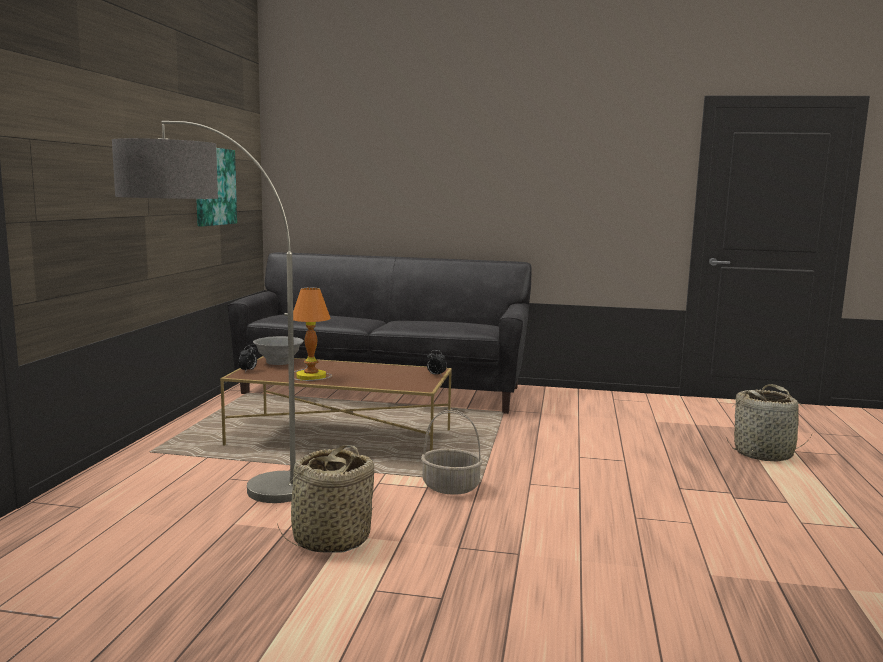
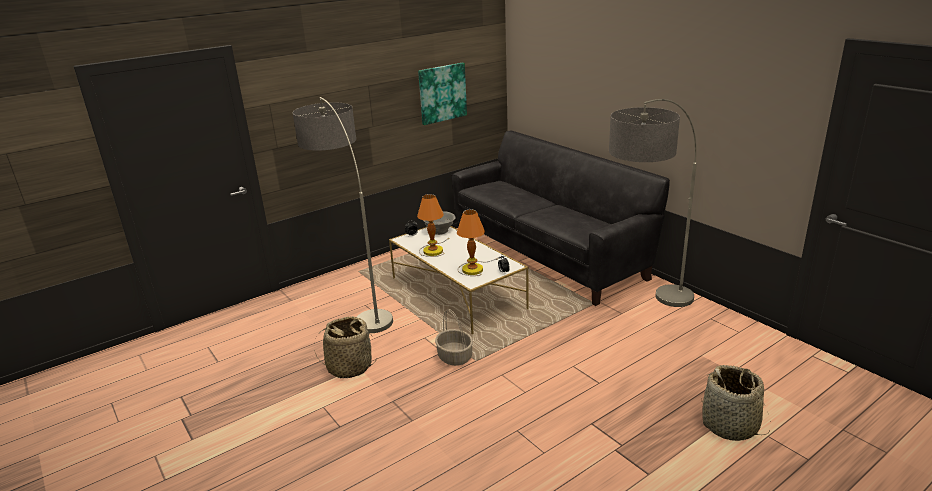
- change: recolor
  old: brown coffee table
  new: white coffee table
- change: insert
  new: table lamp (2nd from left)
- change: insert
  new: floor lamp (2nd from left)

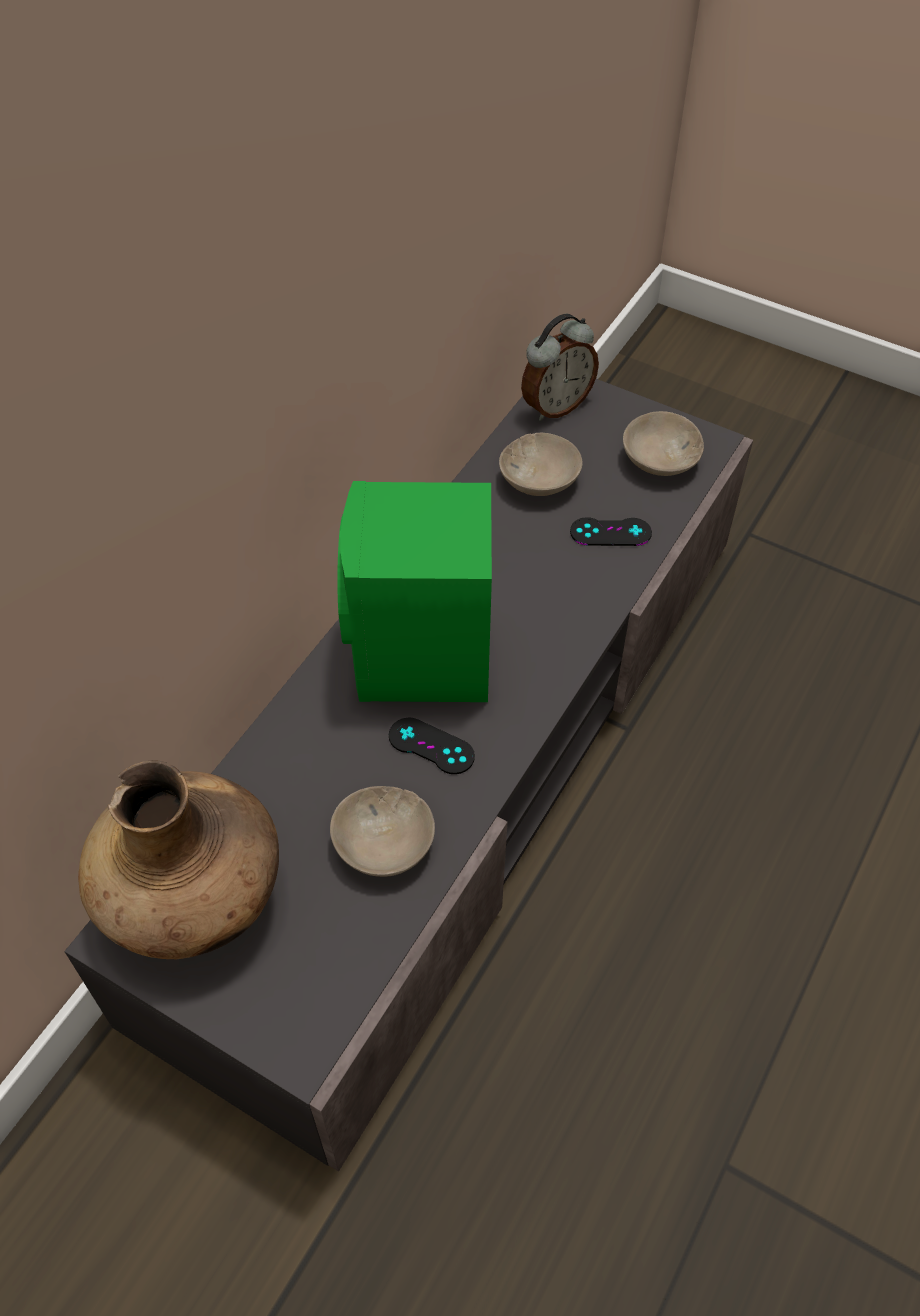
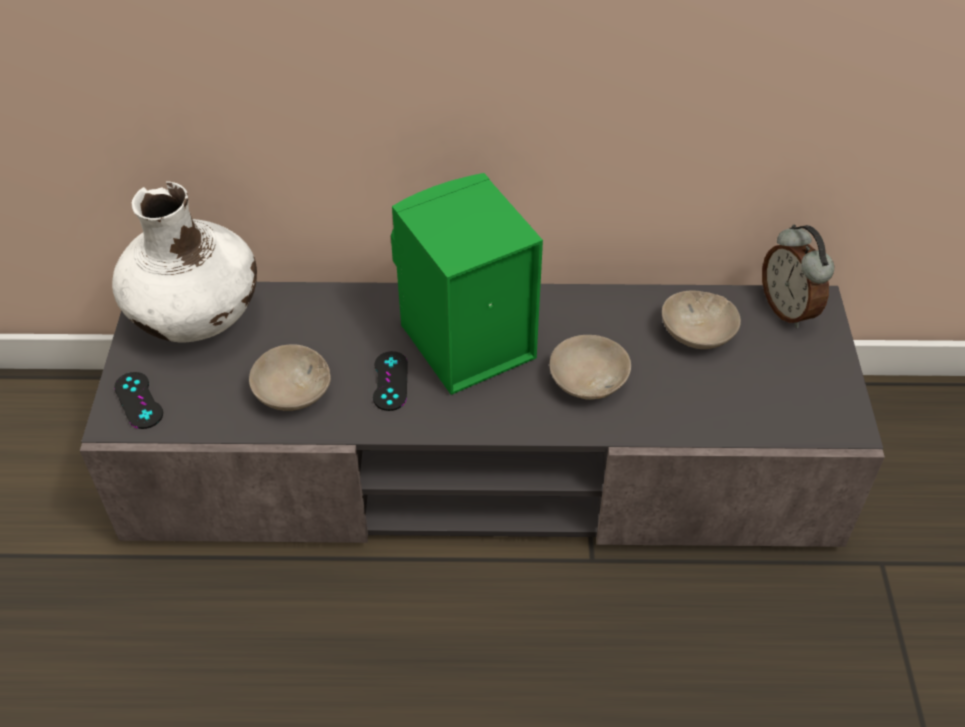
- change: recolor
  old: brown vase
  new: white vase
- change: move
  old: black game controller (2nd from left in the first image)
  new: black game controller (1st from left)
- change: move
  old: beige bowl (3rd from left in the first image)
  new: beige bowl (2nd from left)
- change: rotate
  old: alarm clock
  degrees: 45

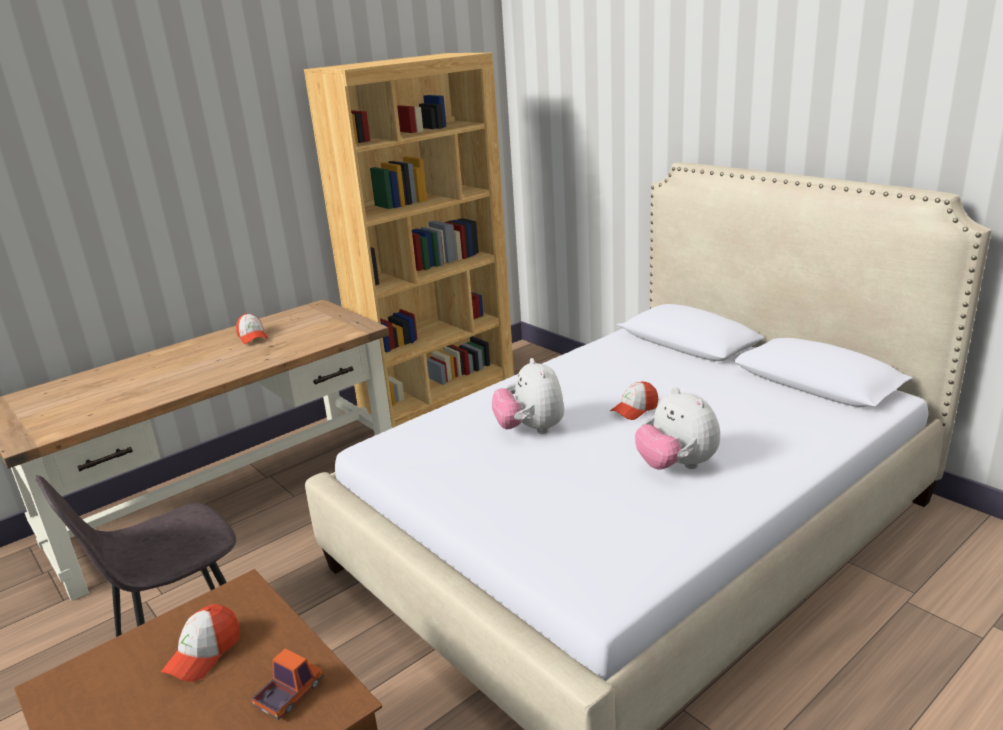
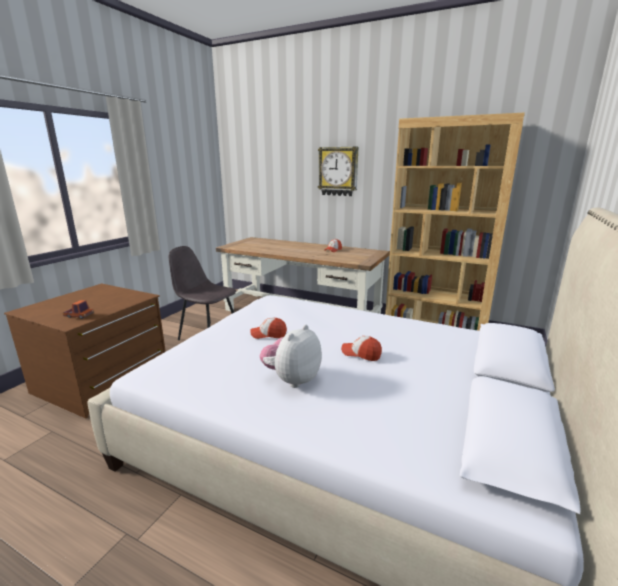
- change: move
  old: cap (1st from left)
- change: insert
  new: wall clock
- change: delete
  old: plush toy (1st from left)

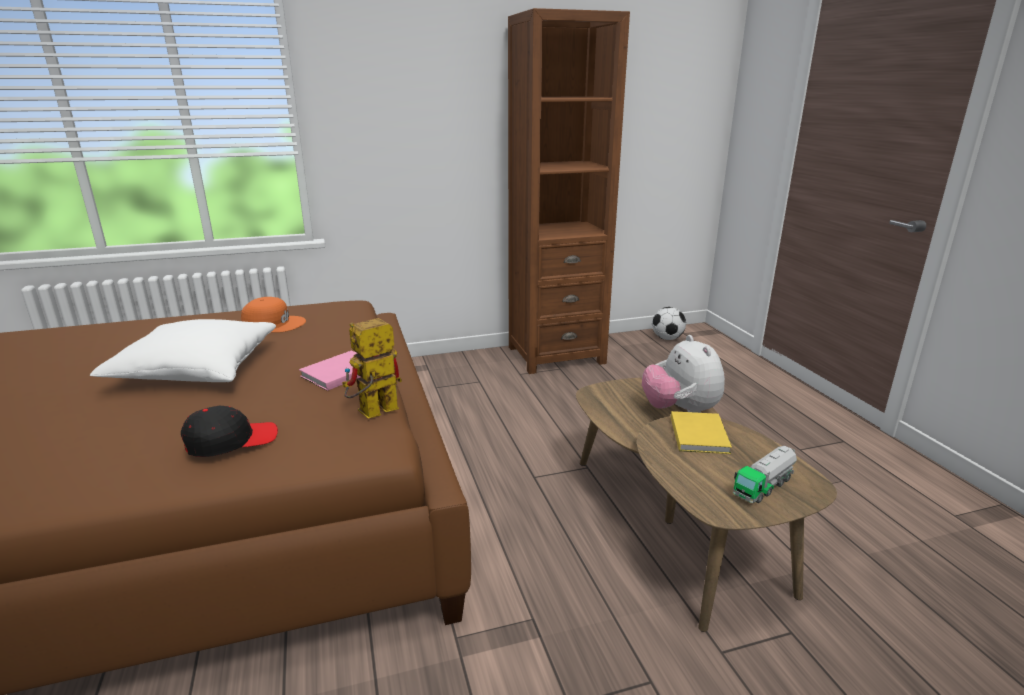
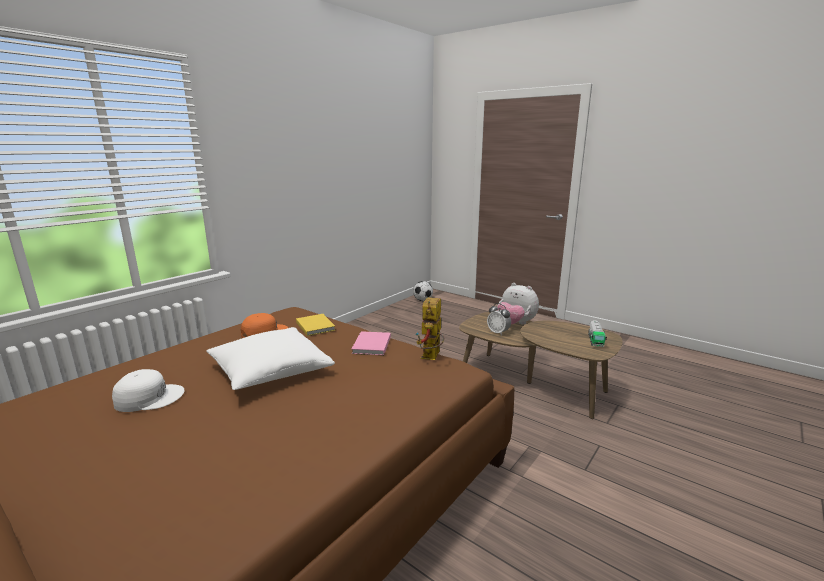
- change: insert
  new: white cap
- change: move
  old: yellow book
- change: insert
  new: alarm clock
- change: delete
  old: black cap
- change: delete
  old: brown bookcase

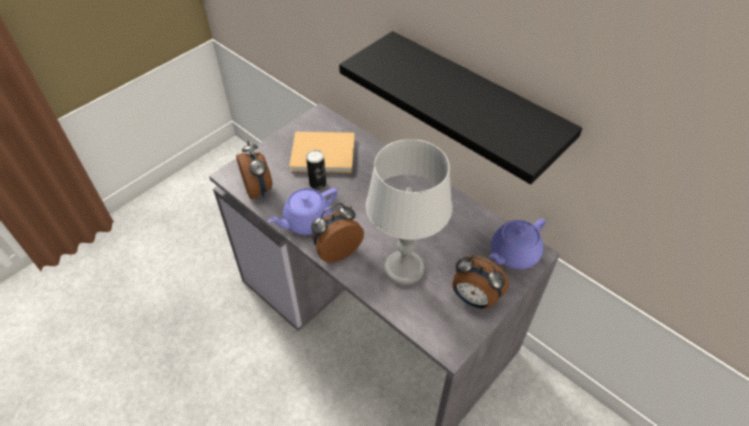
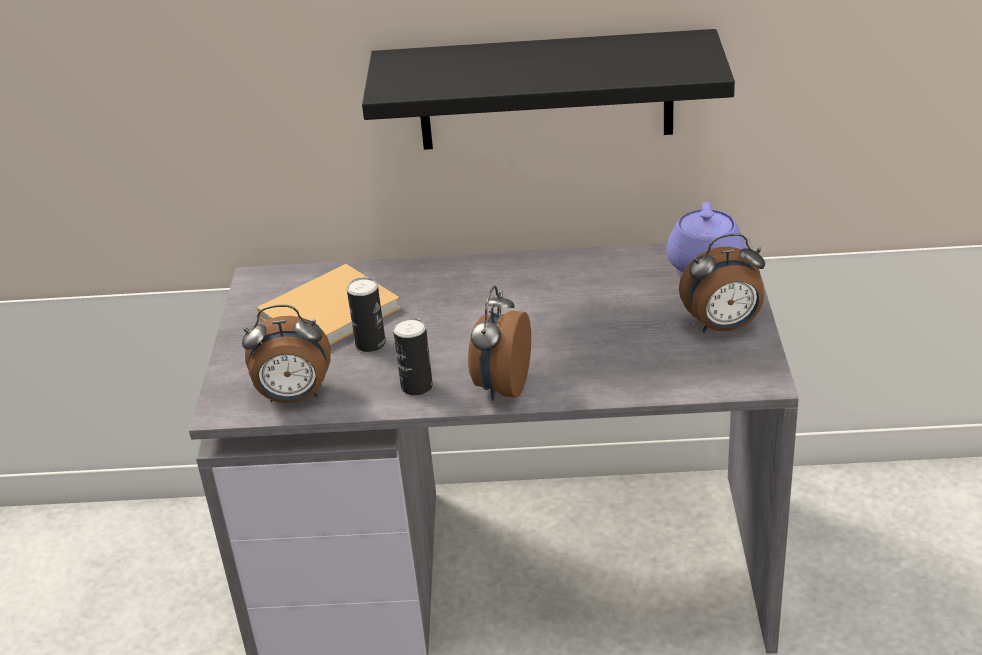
- change: rotate
  old: alarm clock (1st from left)
  degrees: 150
- change: replace
  old: purple teapot (1st from left)
  new: can (2nd from left)
- change: delete
  old: grey table lamp

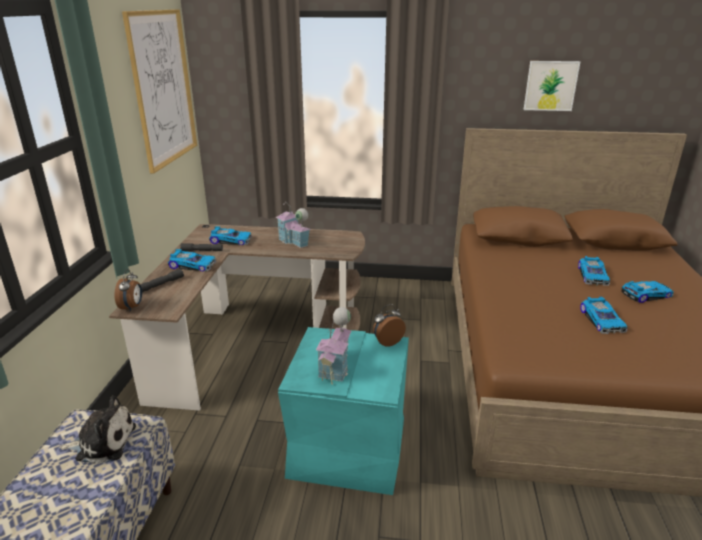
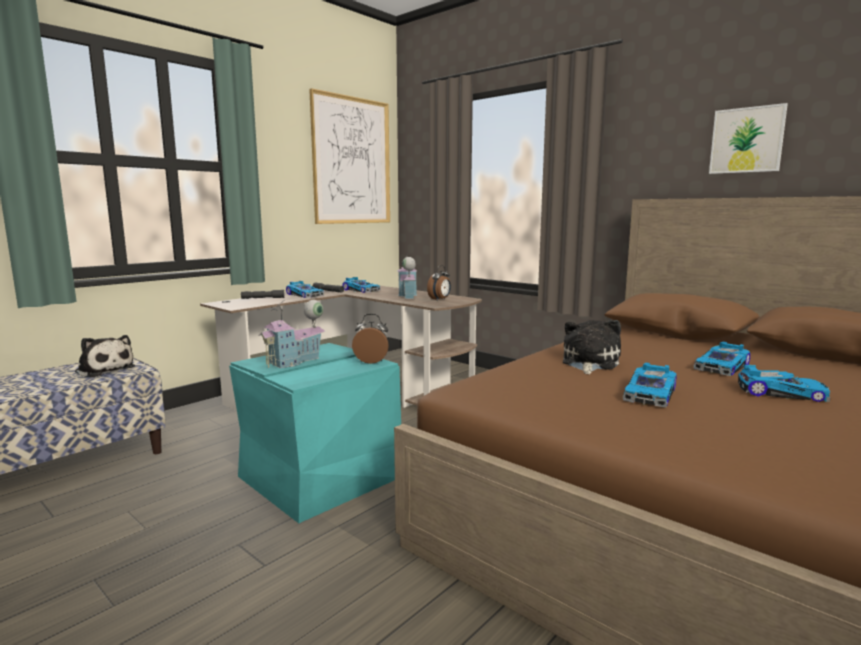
- change: move
  old: alarm clock (1st from left in the first image)
  new: alarm clock (2nd from left)
- change: insert
  new: plush toy (2nd from left)

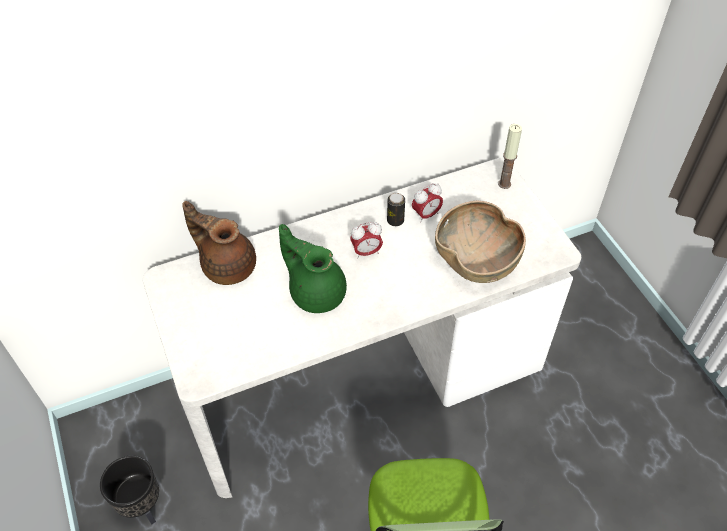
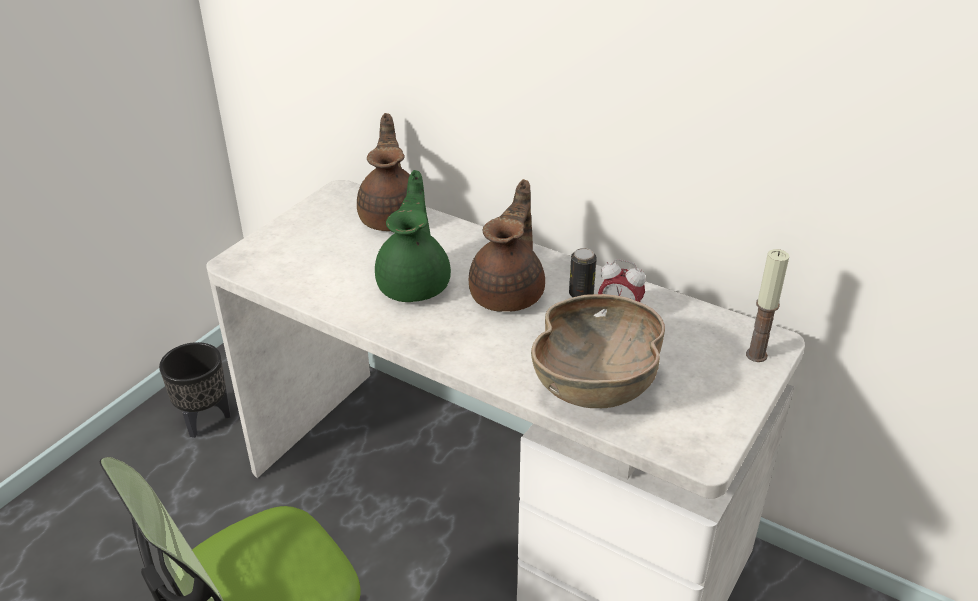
- change: replace
  old: alarm clock (1st from left)
  new: brown teapot (2nd from left)

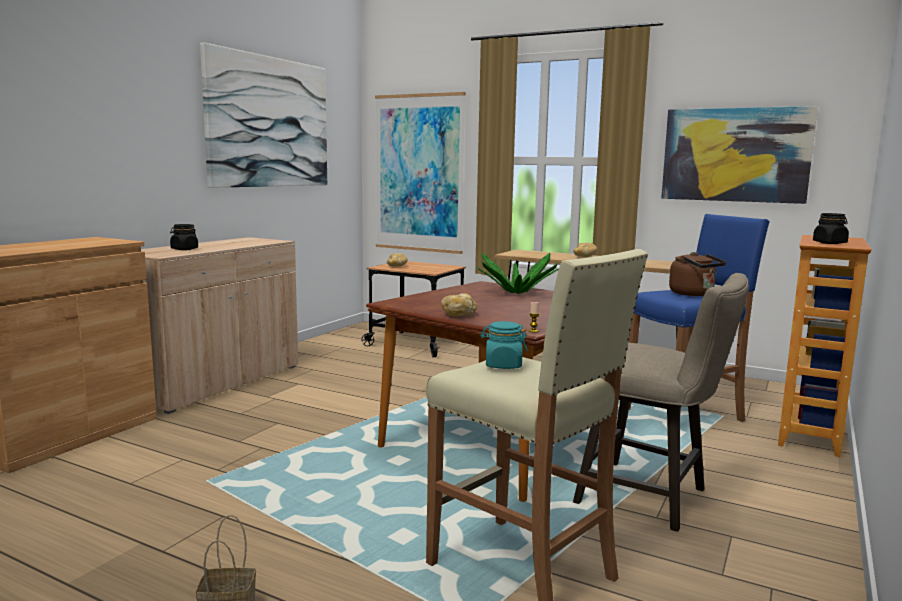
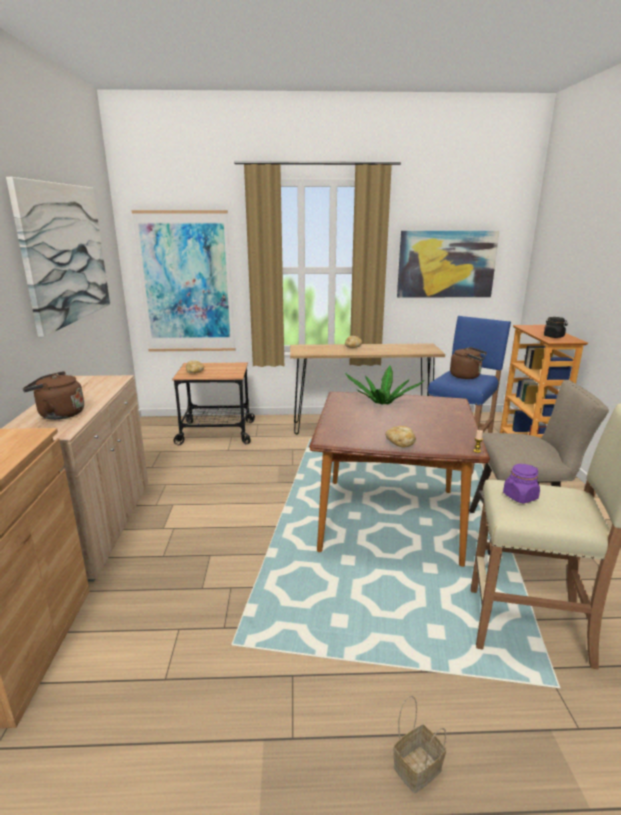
- change: replace
  old: black jar (1st from left)
  new: brown kettle (1st from left)
- change: recolor
  old: turquoise jar
  new: purple jar

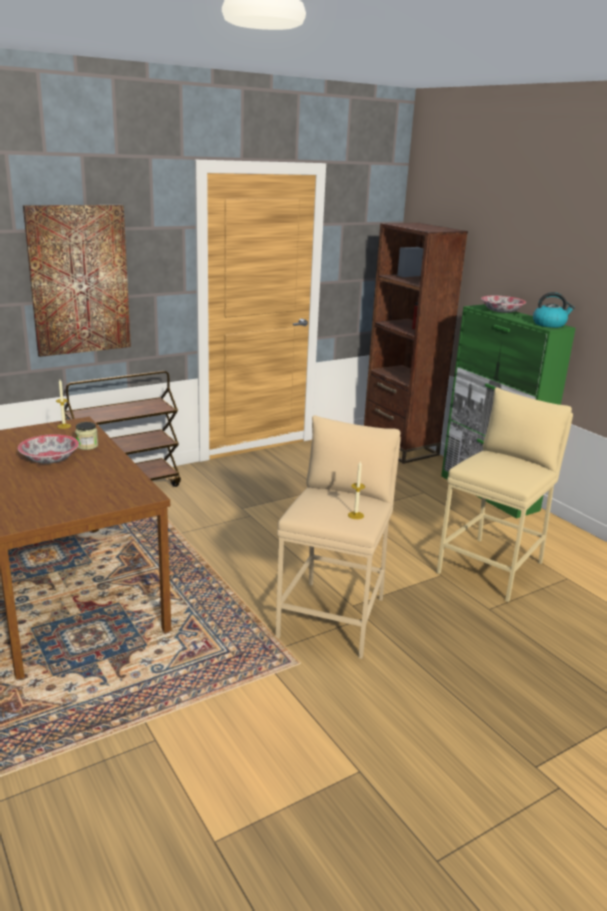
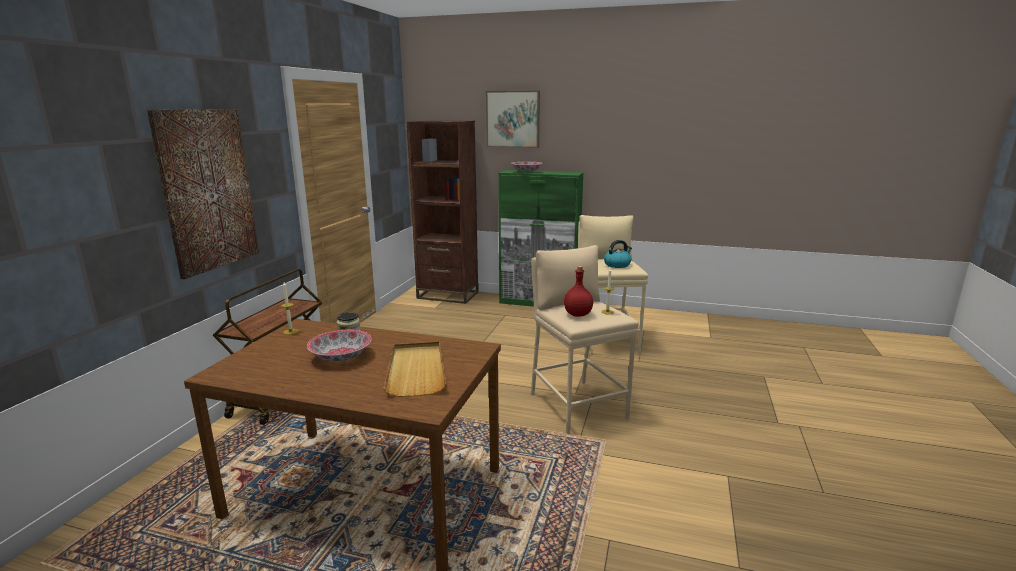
- change: insert
  new: beige tray
- change: insert
  new: picture (2nd from left)
- change: insert
  new: red bottle
- change: move
  old: kettle

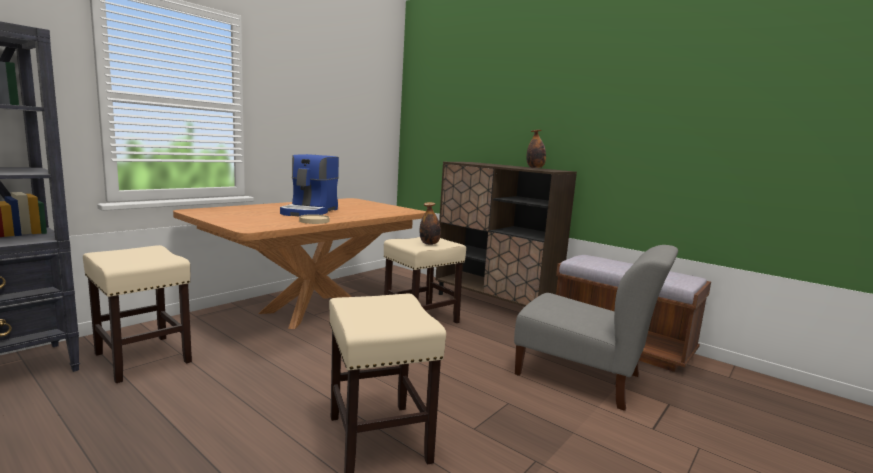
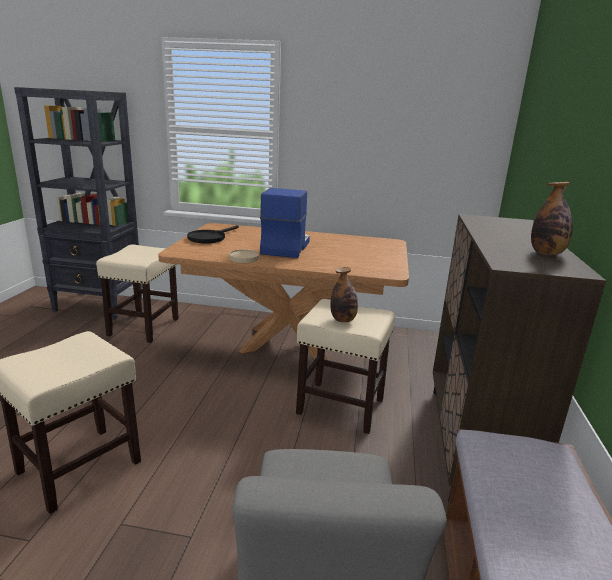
- change: insert
  new: black frying pan
- change: rotate
  old: coffee machine
  degrees: 120

